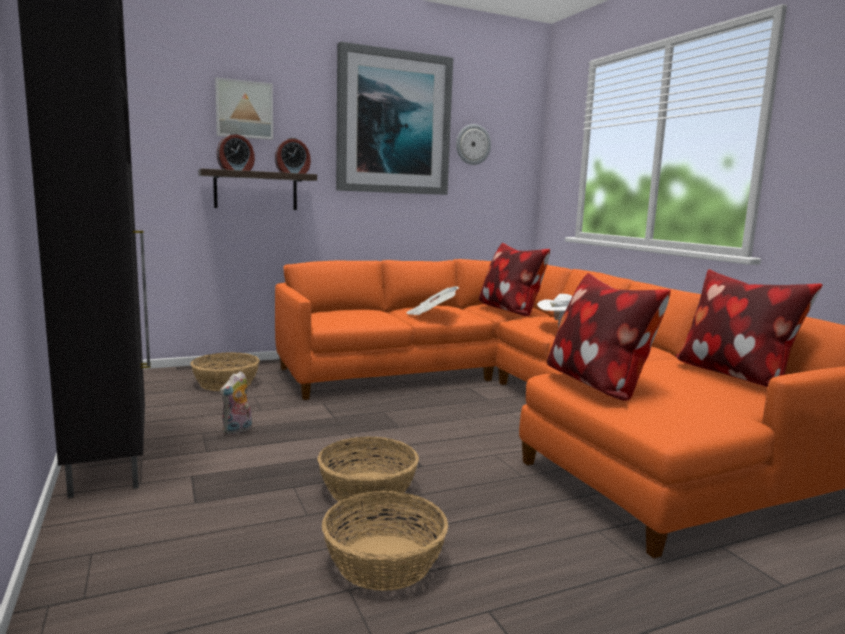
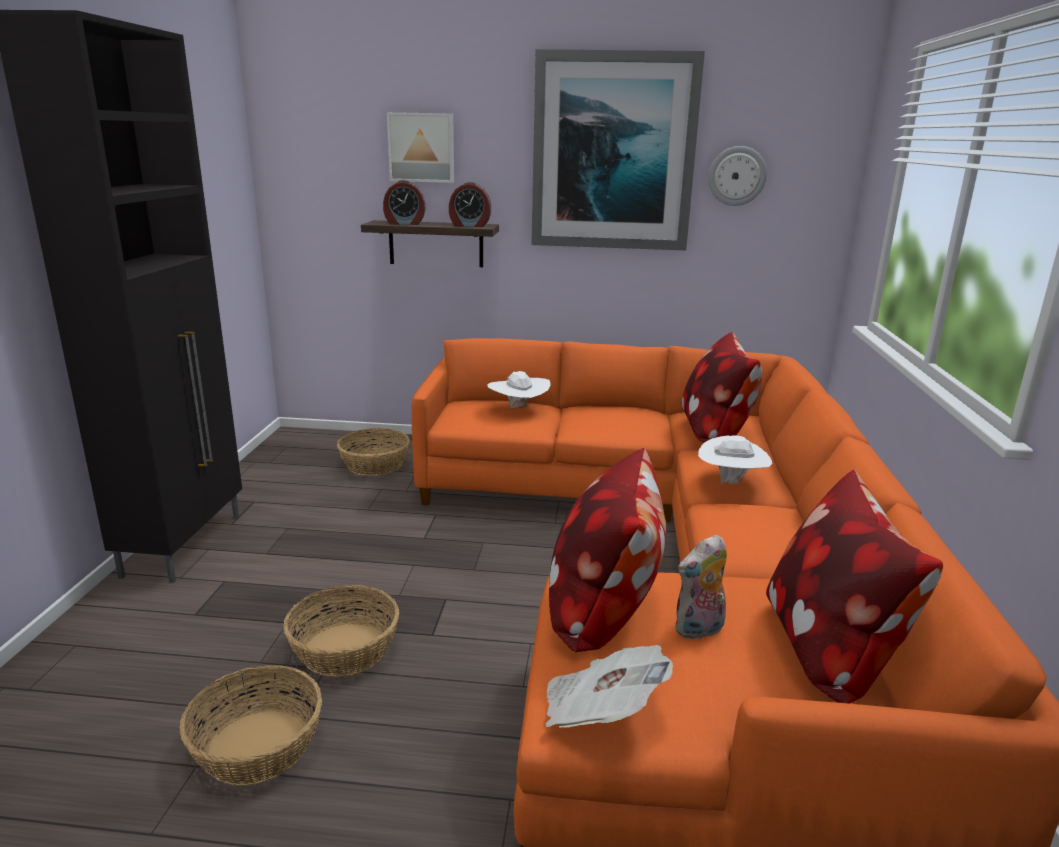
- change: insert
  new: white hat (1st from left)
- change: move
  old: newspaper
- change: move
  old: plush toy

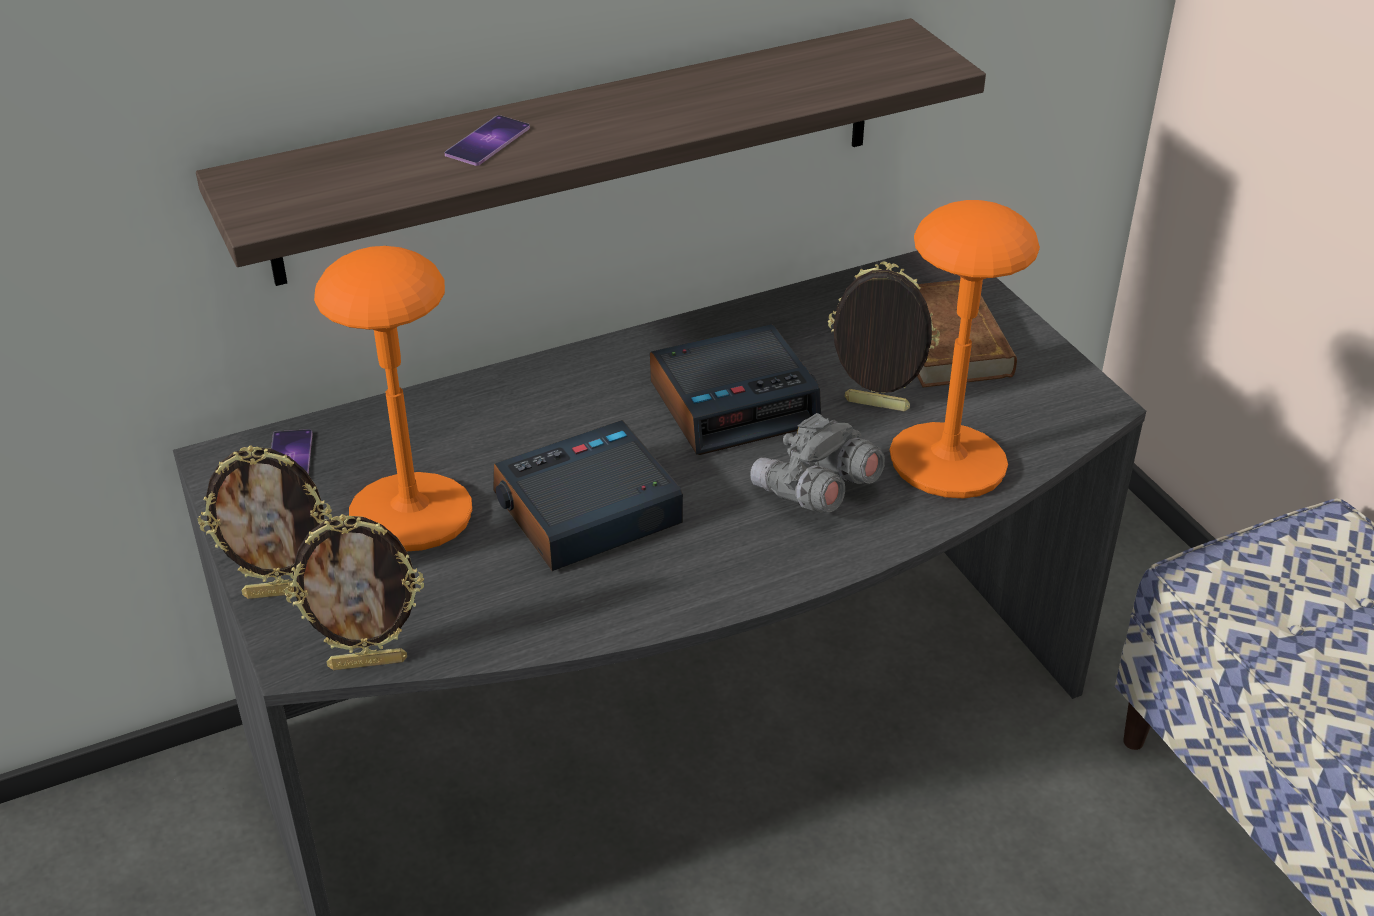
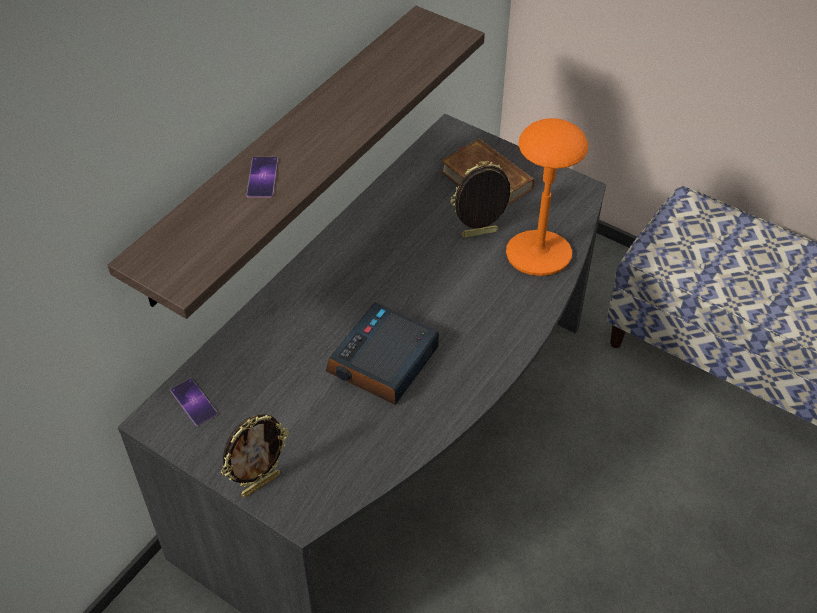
- change: delete
  old: picture frame (2nd from left)
- change: delete
  old: orange table lamp (1st from left)
- change: delete
  old: alarm clock (2nd from left)
- change: delete
  old: grey binoculars

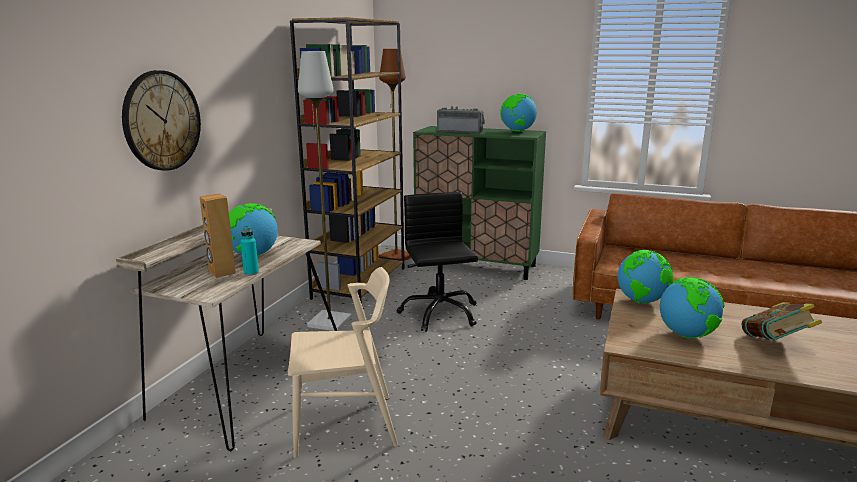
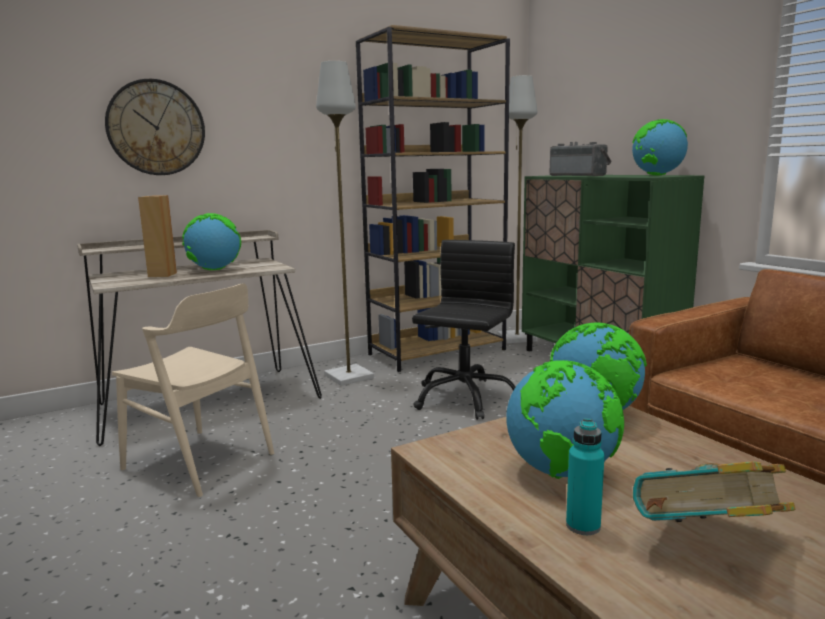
- change: recolor
  old: brown floor lamp
  new: grey floor lamp (2nd from left)
- change: move
  old: turquoise bottle

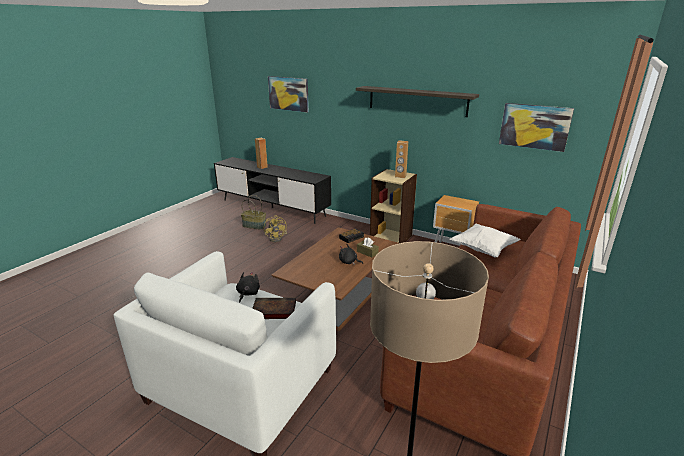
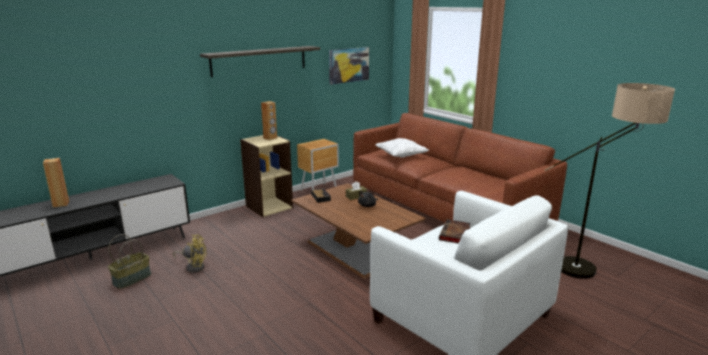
- change: delete
  old: black plush toy (1st from left)
- change: delete
  old: picture (1st from left)

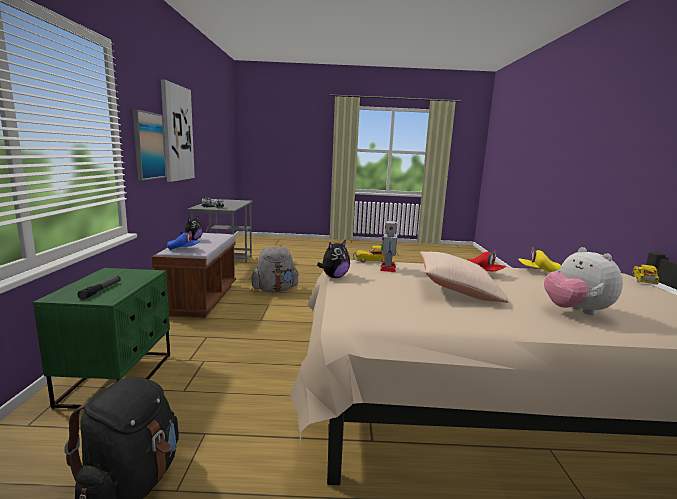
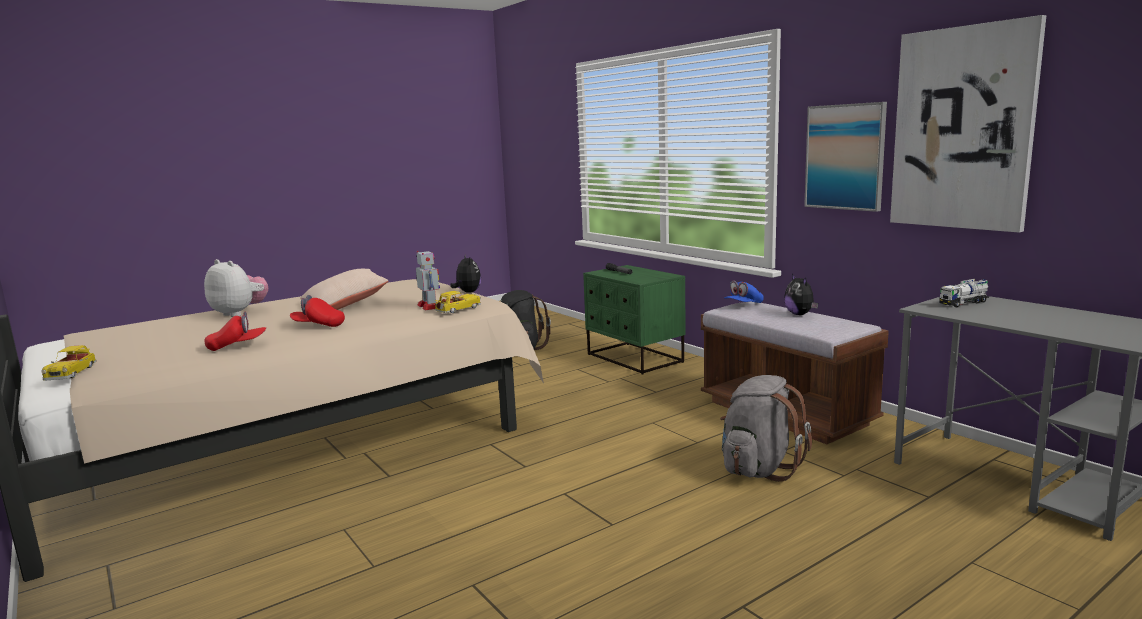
- change: recolor
  old: yellow cap
  new: red cap (1st from left)
- change: rotate
  old: plush toy (2nd from left)
  degrees: 150

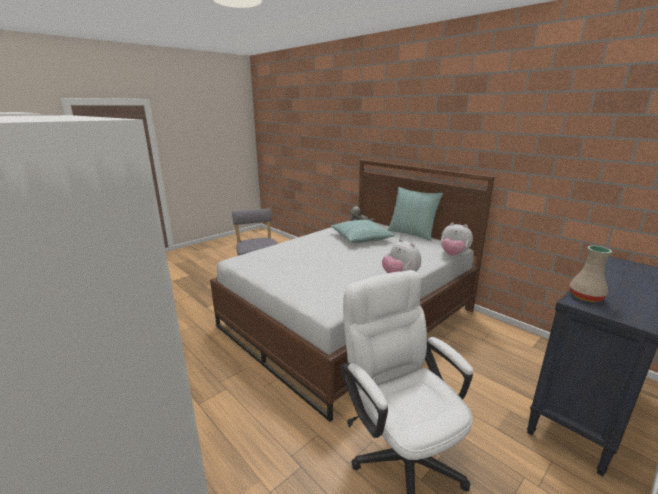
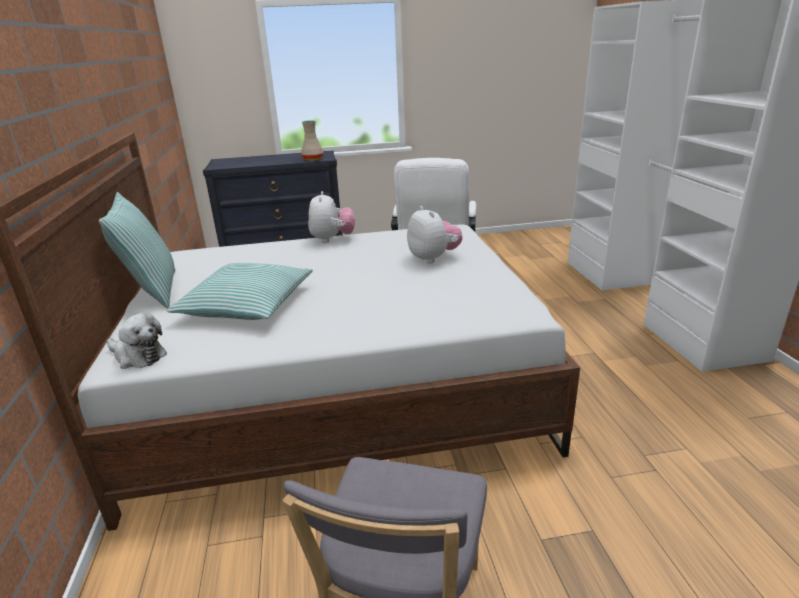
- change: move
  old: plush toy (3rd from left)

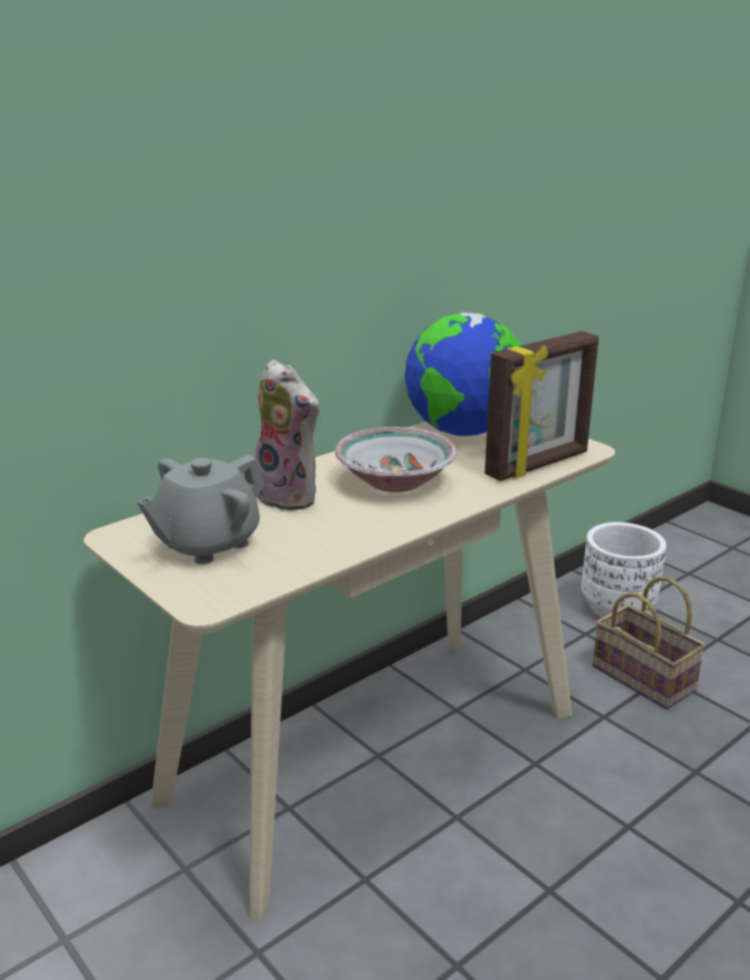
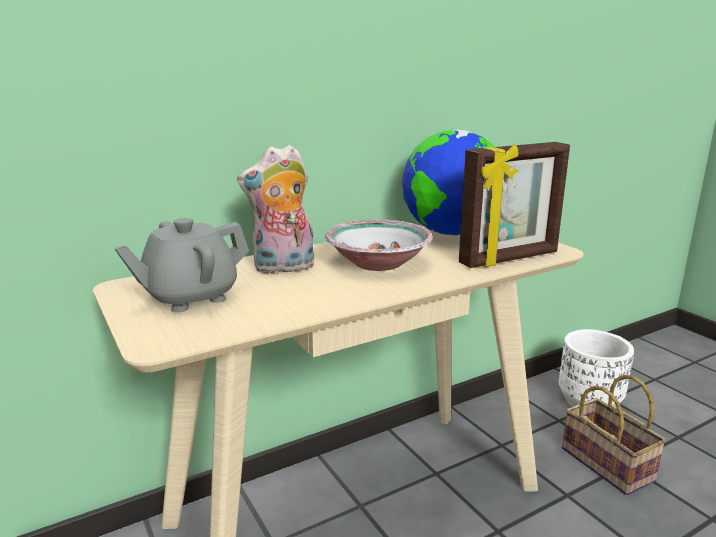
- change: rotate
  old: plush toy
  degrees: 105

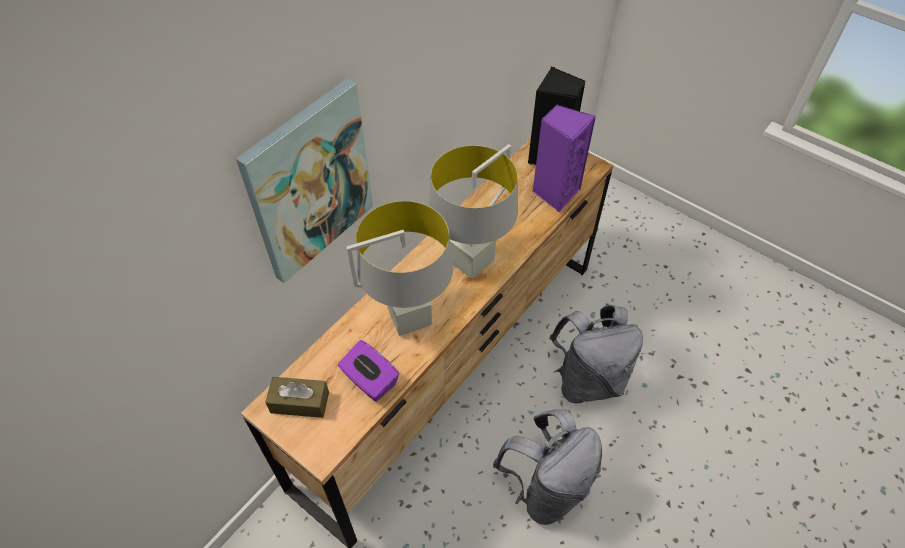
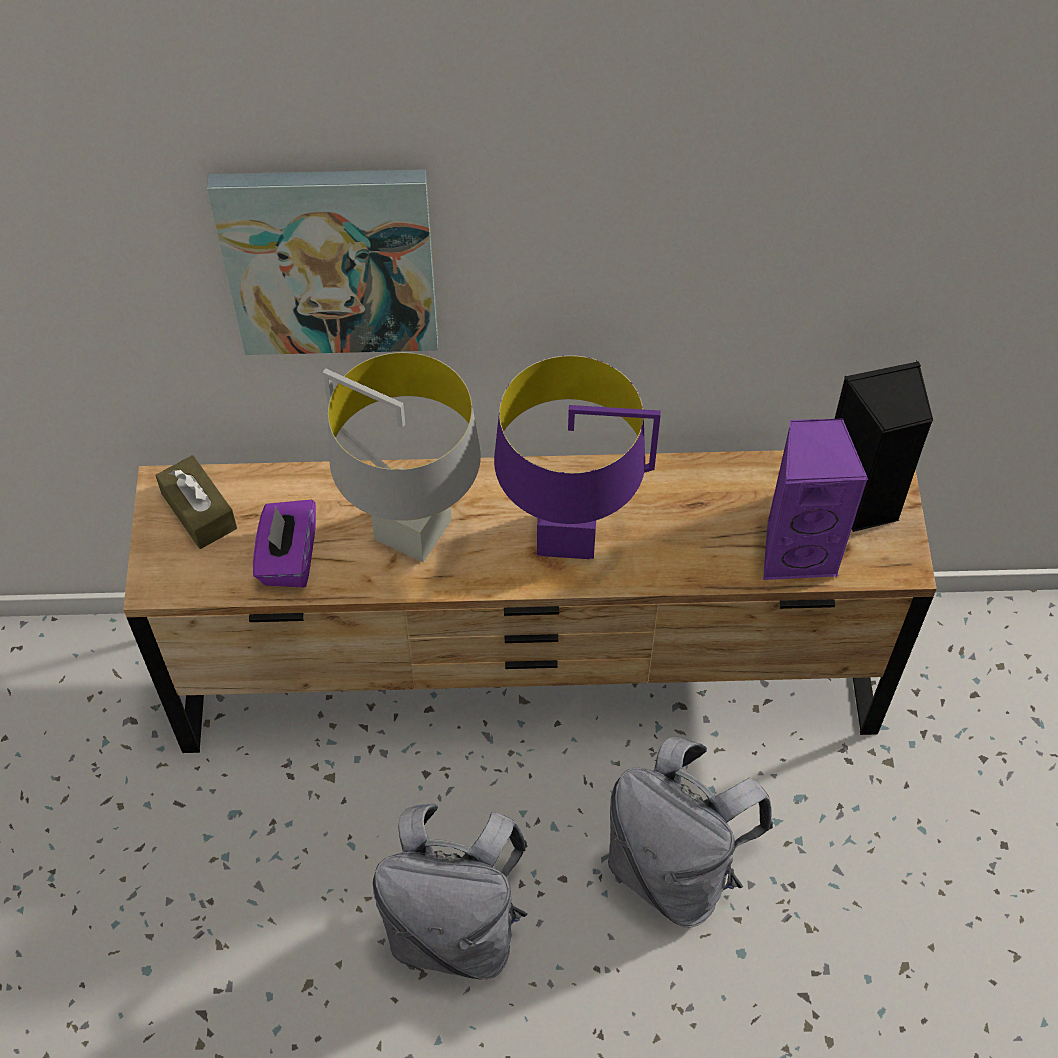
- change: recolor
  old: grey table lamp (2nd from left)
  new: purple table lamp

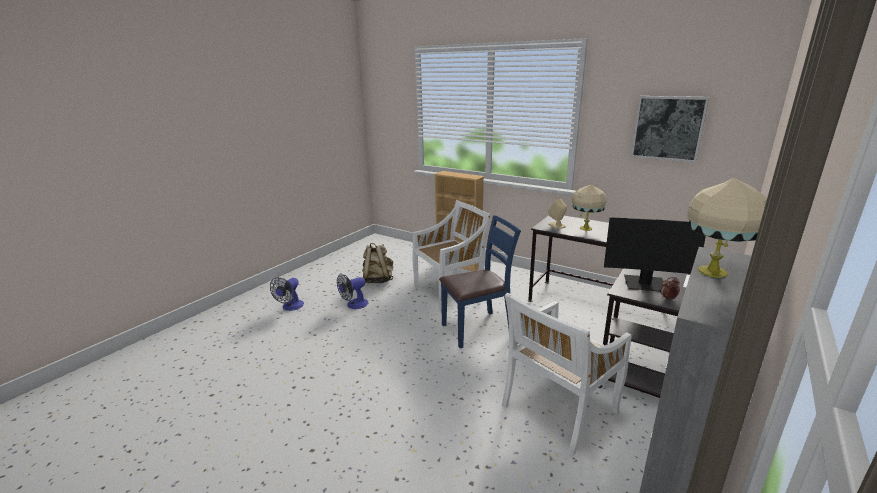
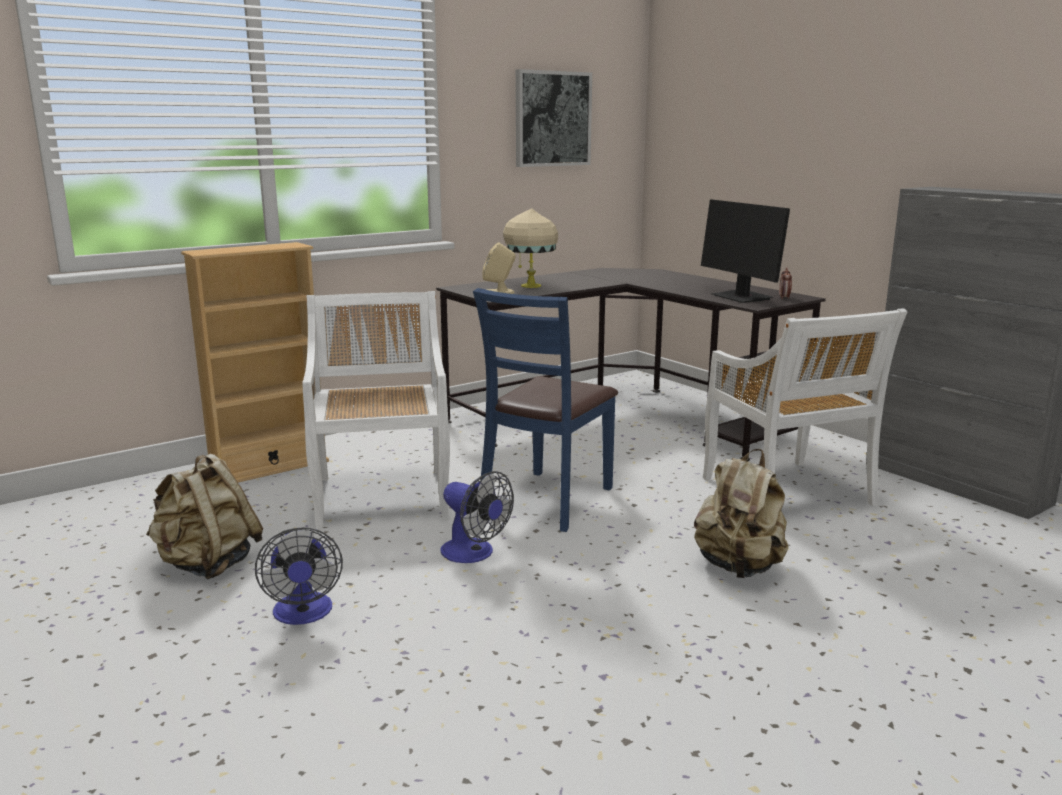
- change: move
  old: fan (1st from left in the first image)
  new: fan (2nd from left)
- change: rotate
  old: blue chair
  degrees: -150
- change: insert
  new: beige backpack (2nd from left)
- change: rotate
  old: monitor
  degrees: 120
- change: delete
  old: beige table lamp (2nd from left)

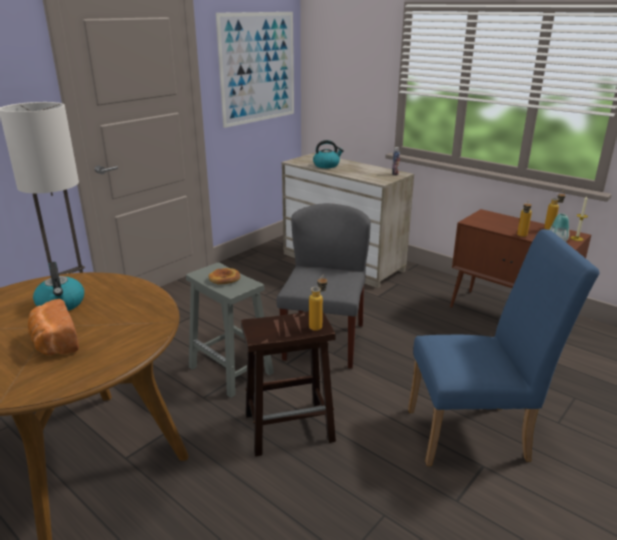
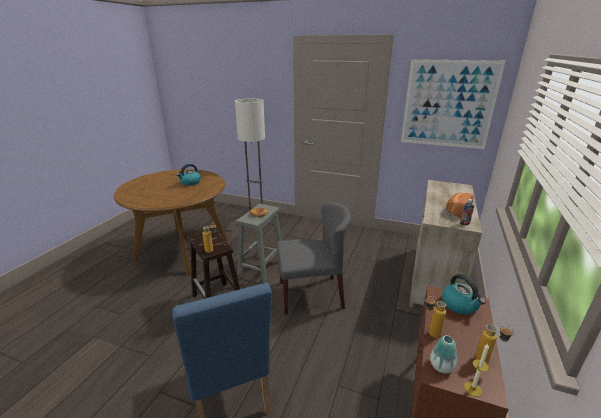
- change: move
  old: kettle (2nd from left)
- change: move
  old: bread (1st from left in the first image)
  new: bread (2nd from left)

